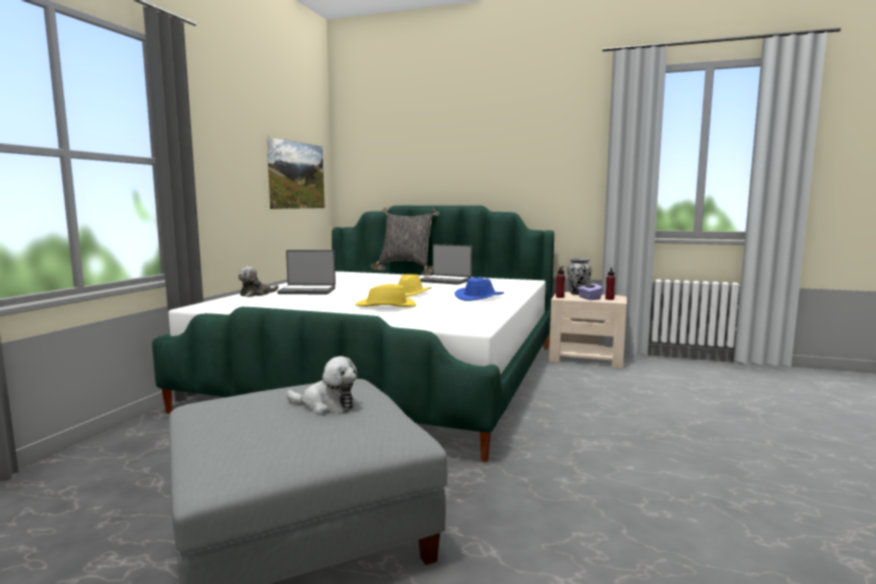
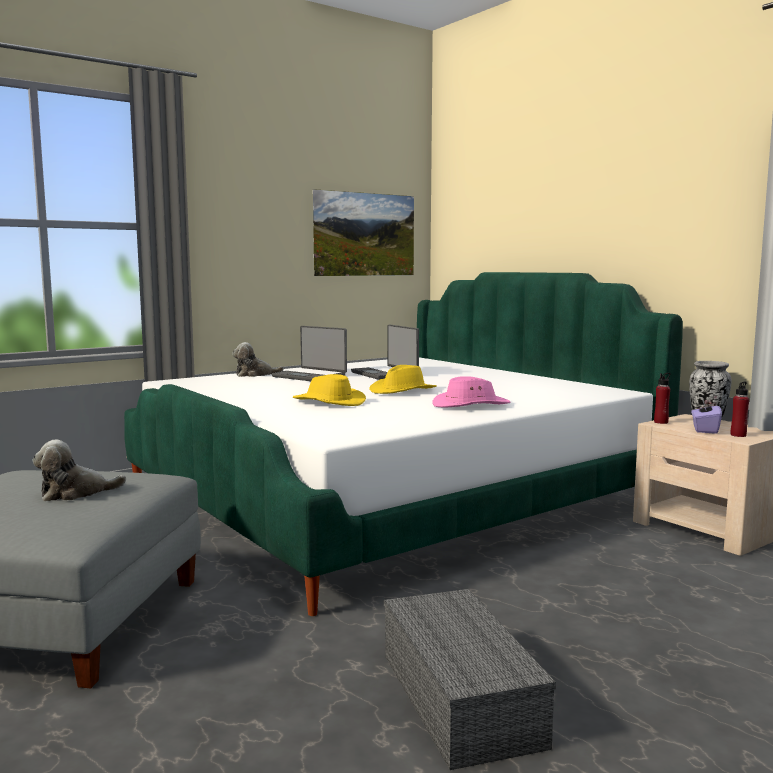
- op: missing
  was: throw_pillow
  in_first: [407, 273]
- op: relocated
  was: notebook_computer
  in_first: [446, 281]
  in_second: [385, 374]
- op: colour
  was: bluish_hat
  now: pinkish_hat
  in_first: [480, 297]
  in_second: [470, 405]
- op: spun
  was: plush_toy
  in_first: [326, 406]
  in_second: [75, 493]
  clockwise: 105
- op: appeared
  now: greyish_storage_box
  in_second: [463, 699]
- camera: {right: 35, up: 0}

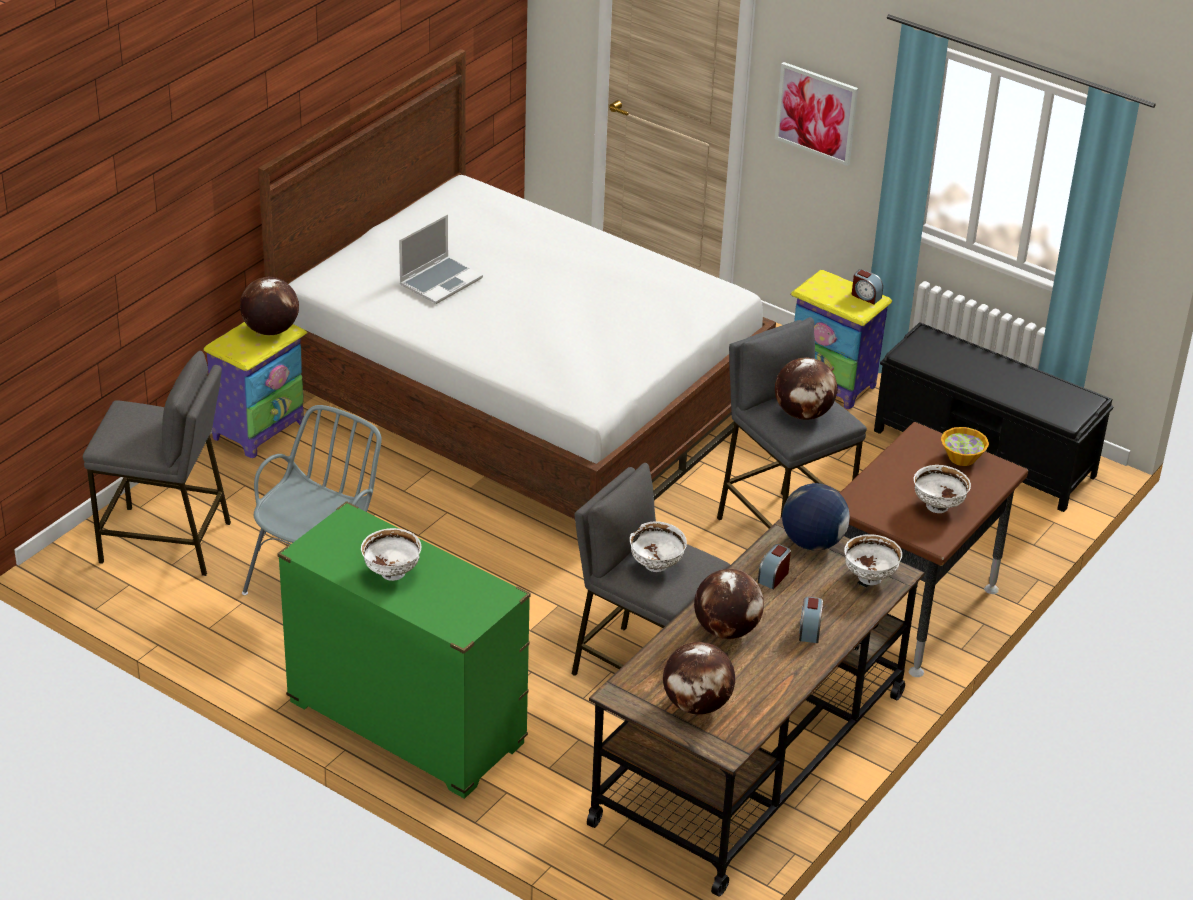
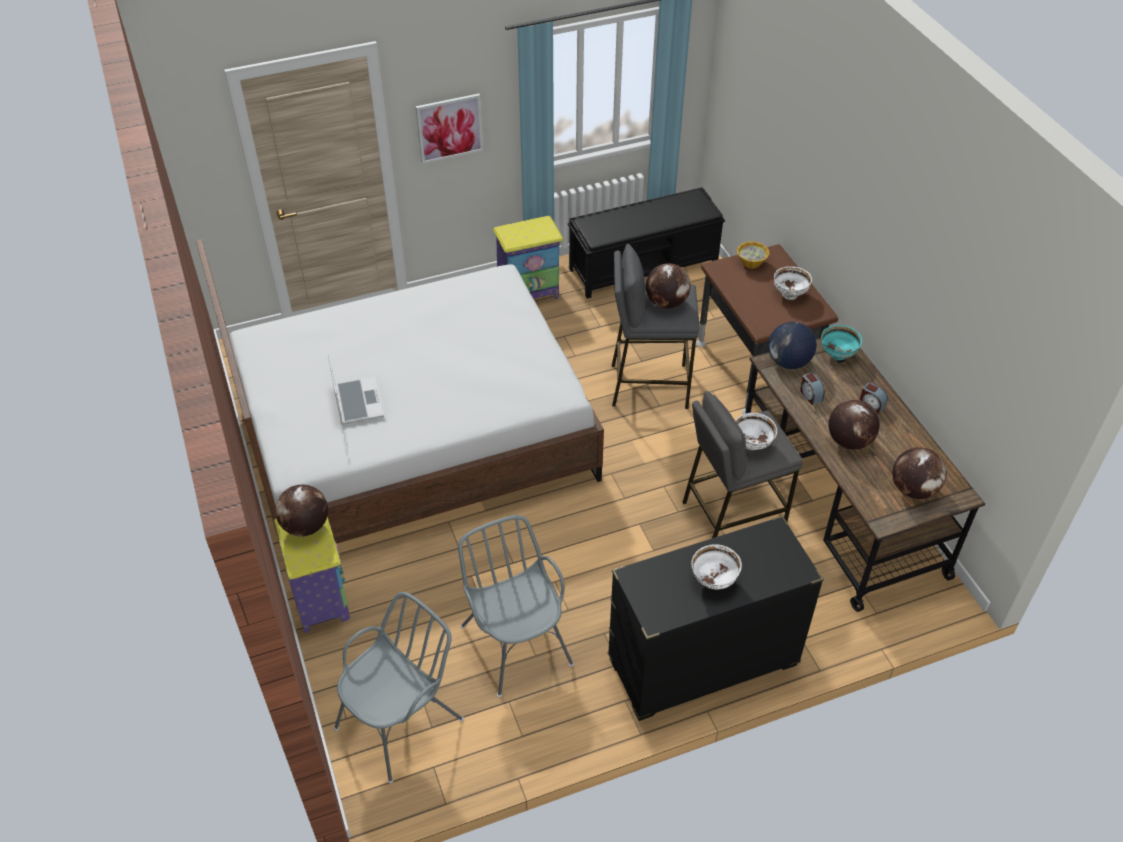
- op: missing
  was: bedside_clock
  in_first: [865, 296]
- op: exchanged
  was: greyish_sitting_stool
  now: greyish_plain_chair
  in_first: [166, 542]
  in_second: [402, 719]
- op: colour
  was: green-coloured_chest_of_drawers
  now: black-coloured_chest_of_drawers
  in_first: [405, 723]
  in_second: [702, 663]
- op: colour
  was: white_bowl
  now: turquoise_bowl
  in_first: [869, 577]
  in_second: [837, 355]
- camera: {right: -55, up: 10}

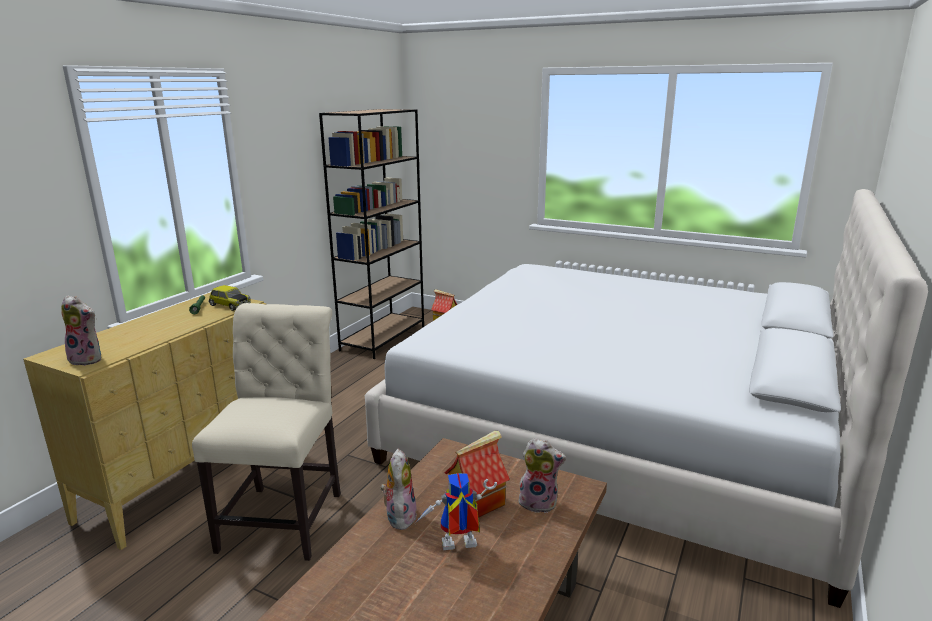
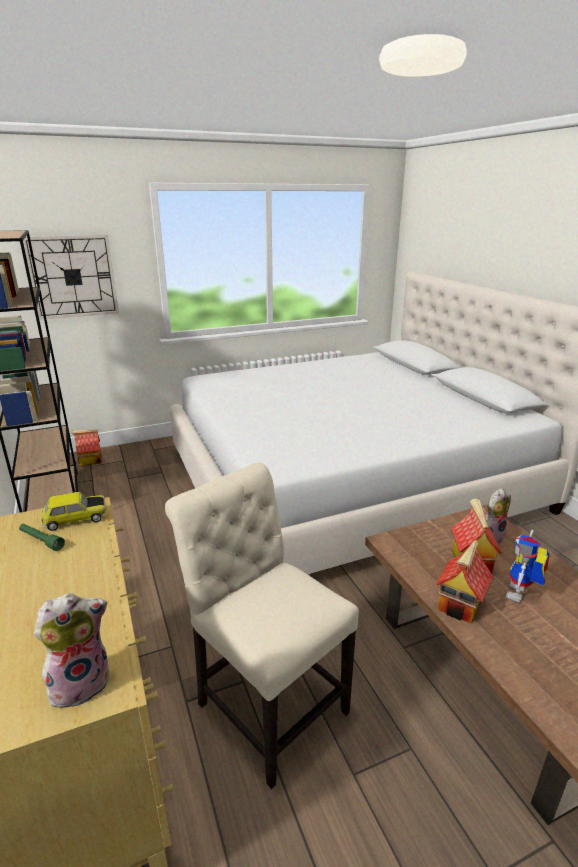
- op: exchanged
  was: plush_toy
  now: miniature_house
  in_first: [399, 516]
  in_second: [460, 605]
- op: appeared
  now: hanging_clock
  in_second: [72, 277]
- camera: {right: -50, up: 5}

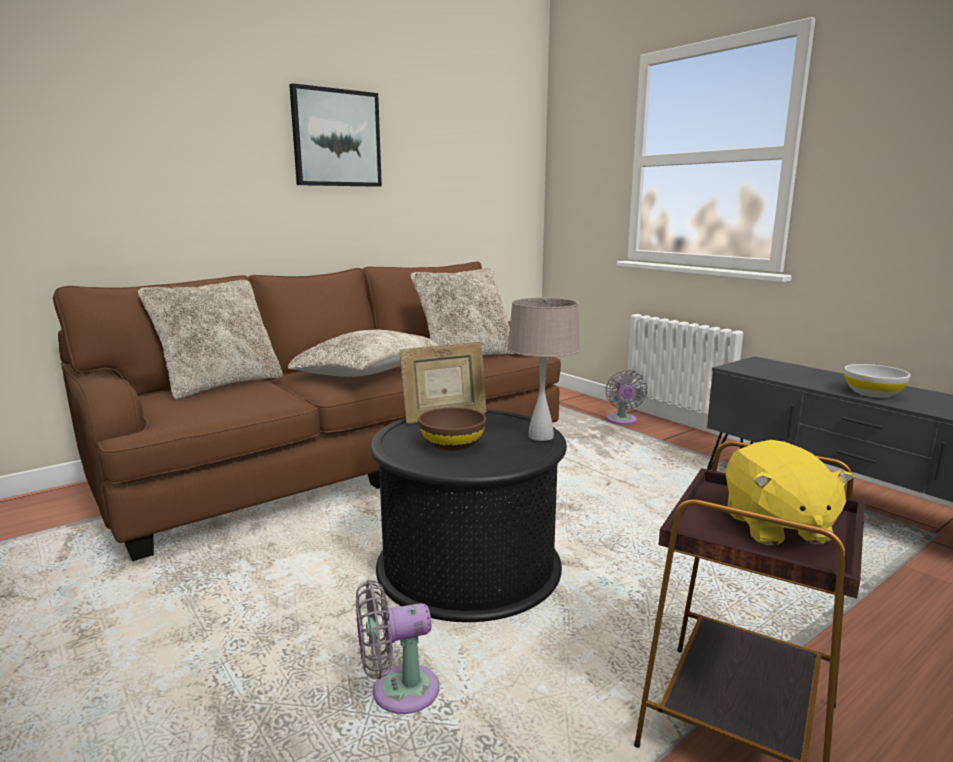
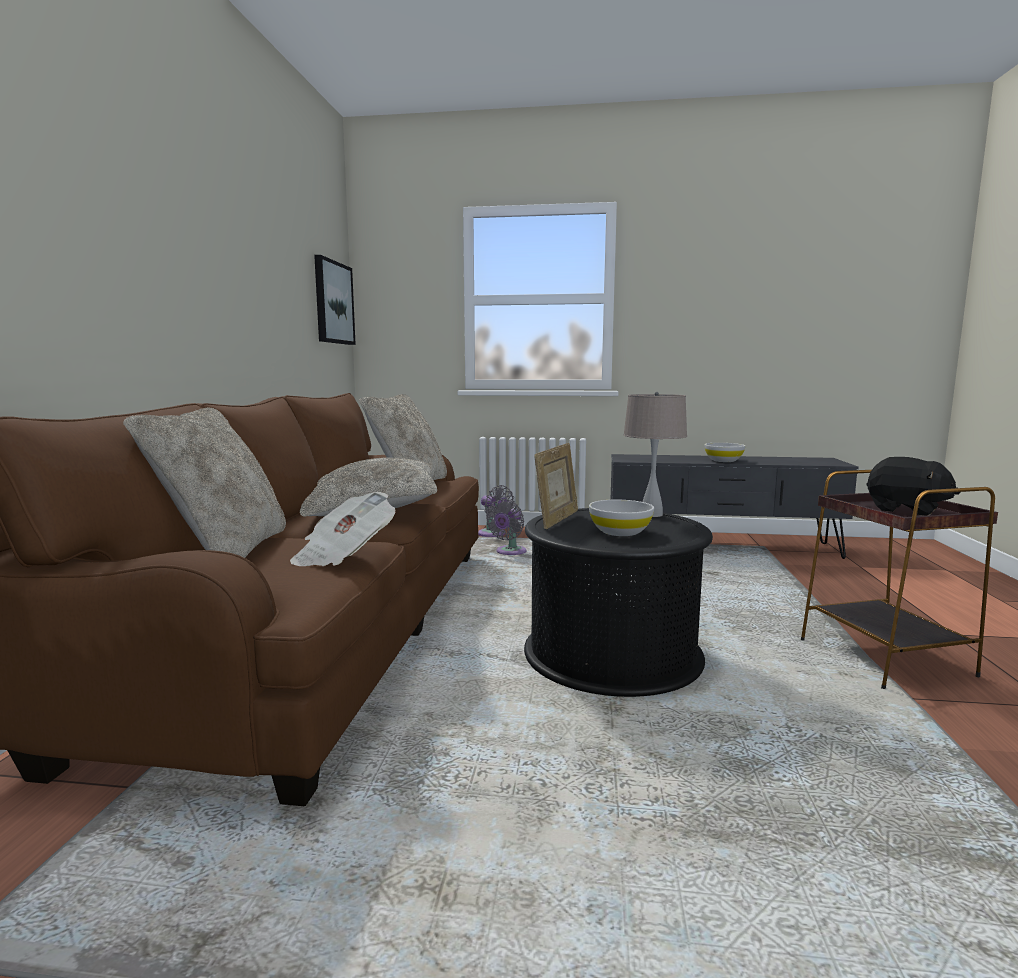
- op: relocated
  was: wall_picture
  in_first: [336, 138]
  in_second: [333, 303]
- op: colour
  was: brown-coloured_bowl
  now: white_bowl
  in_first: [452, 444]
  in_second: [620, 532]
- op: colour
  was: yellowish_plush_toy
  now: black-coloured_plush_toy
  in_first: [775, 527]
  in_second: [906, 510]
- op: relocated
  was: greyish_fan
  in_first: [397, 692]
  in_second: [509, 552]
- op: appeared
  now: newspaper
  in_second: [344, 556]
- camera: {right: -45, up: -5}

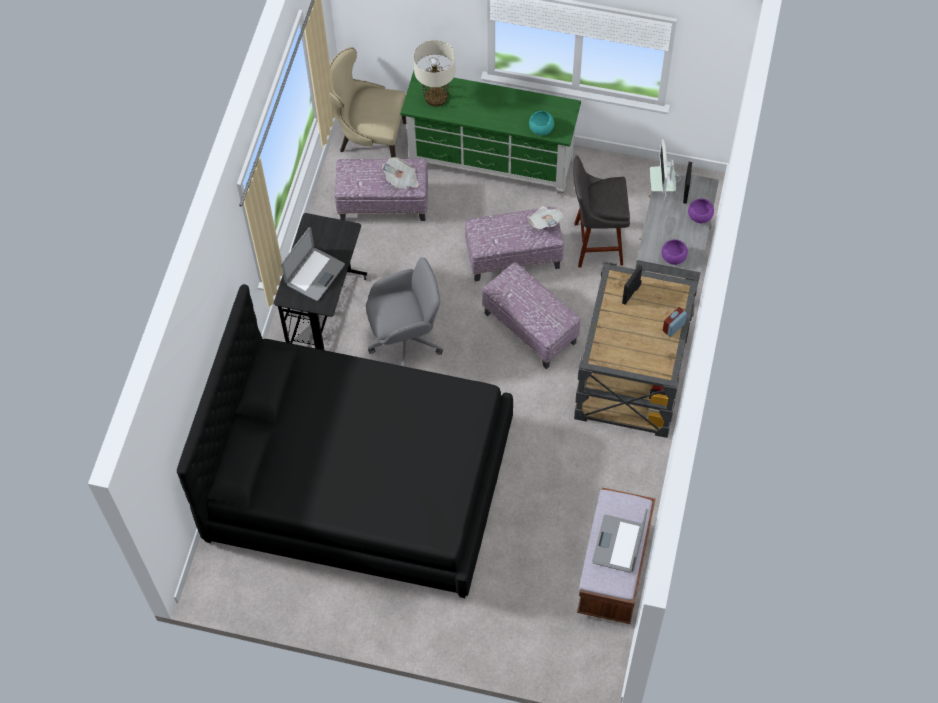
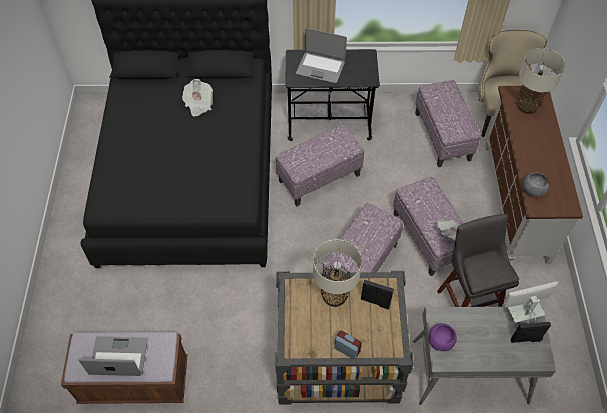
- op: colour
  was: green-coloured_chest_of_drawers
  now: brown-coloured_chest_of_drawers
  in_first: [491, 165]
  in_second: [514, 202]
- op: colour
  was: turquoise_bowl
  now: greyish_bowl
  in_first: [541, 128]
  in_second: [533, 190]
- op: relocated
  was: newspaper
  in_first: [401, 180]
  in_second: [198, 104]
- op: missing
  was: purple-coloured_bowl
  in_first: [700, 216]
- op: exchanged
  was: greyish_desk_chair
  now: footrest
  in_first: [406, 342]
  in_second: [319, 178]
- op: appeared
  now: tabletop_lamp
  in_second: [334, 295]
- camera: {right: 75, up: -5}

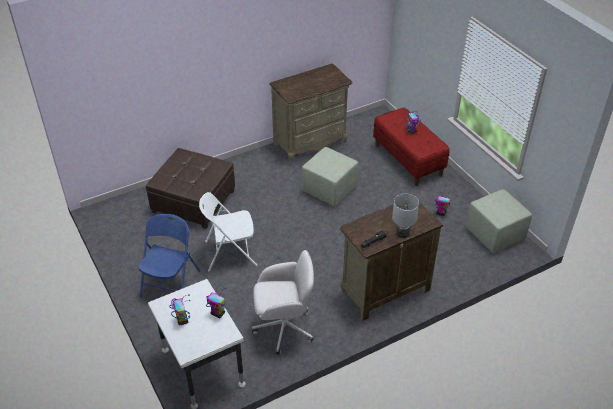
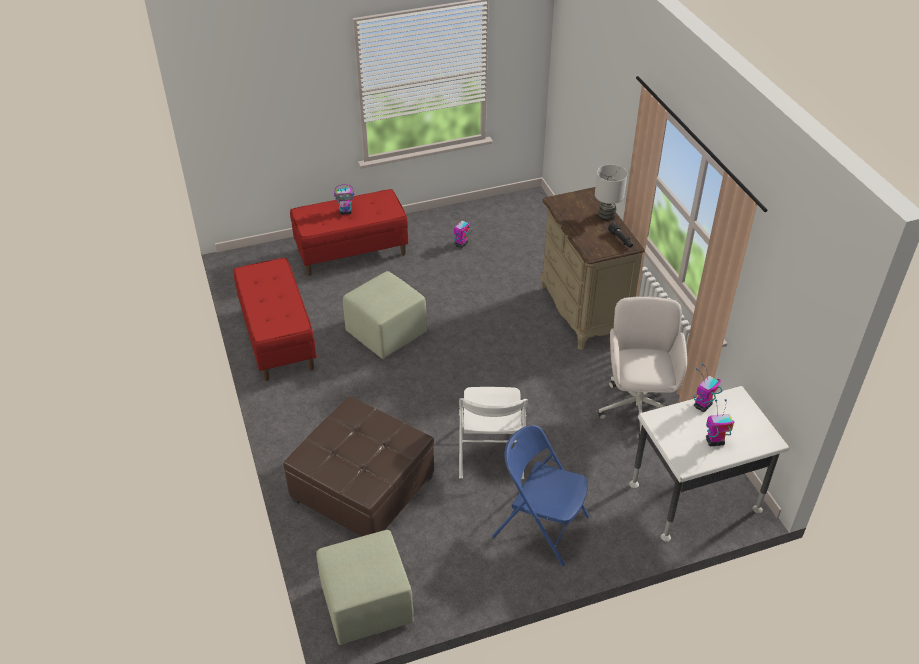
- op: exchanged
  was: beige_chest_of_drawers
  now: reddish_bench
  in_first: [311, 144]
  in_second: [277, 338]
- op: relocated
  was: green-coloured_footrest
  in_first: [495, 234]
  in_second: [367, 604]
- camera: {right: -80, up: 0}

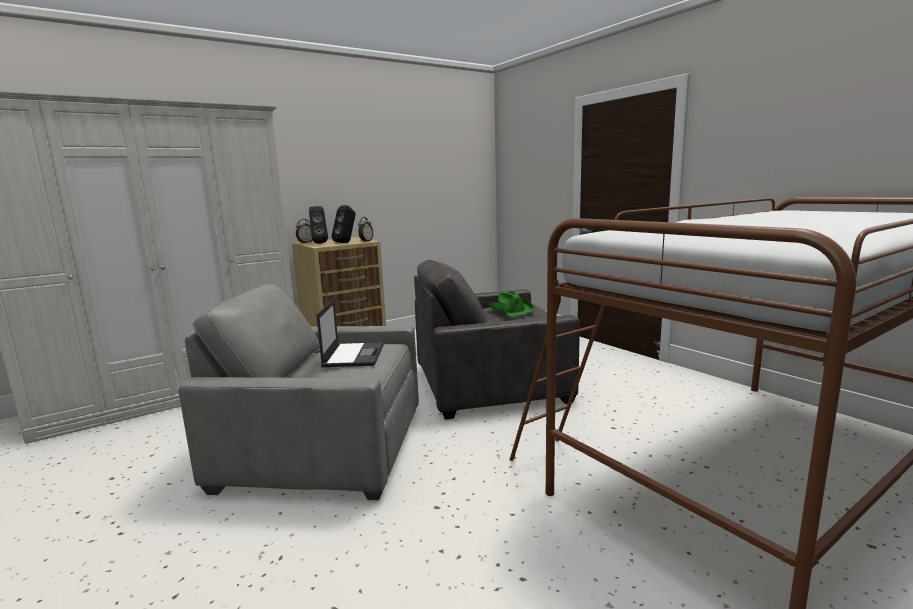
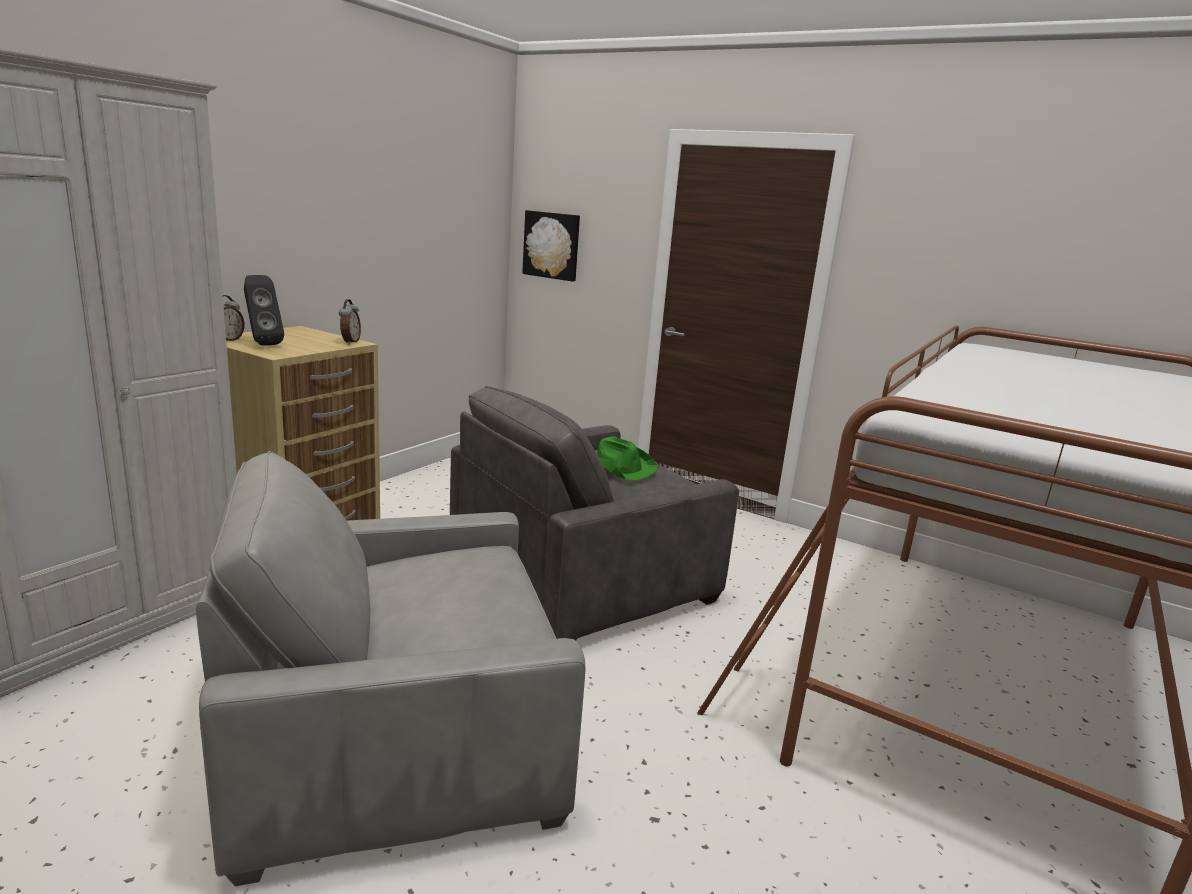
- op: missing
  was: black-coloured_speaker
  in_first: [346, 242]
- op: missing
  was: notebook_computer
  in_first: [354, 355]
- op: appeared
  now: wall_picture
  in_second: [552, 245]
- camera: {right: -25, up: 5}

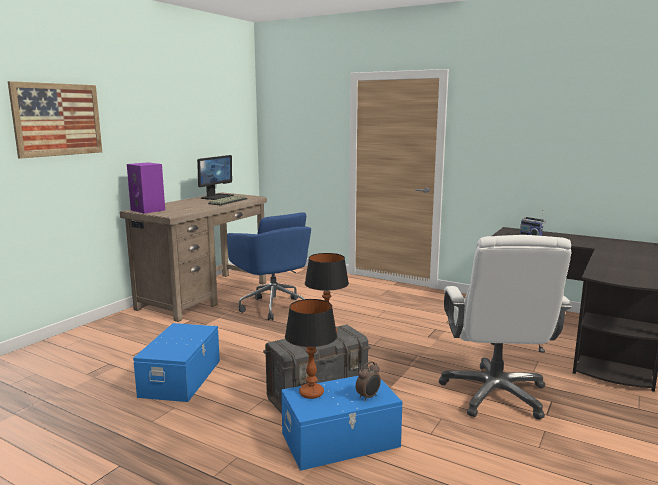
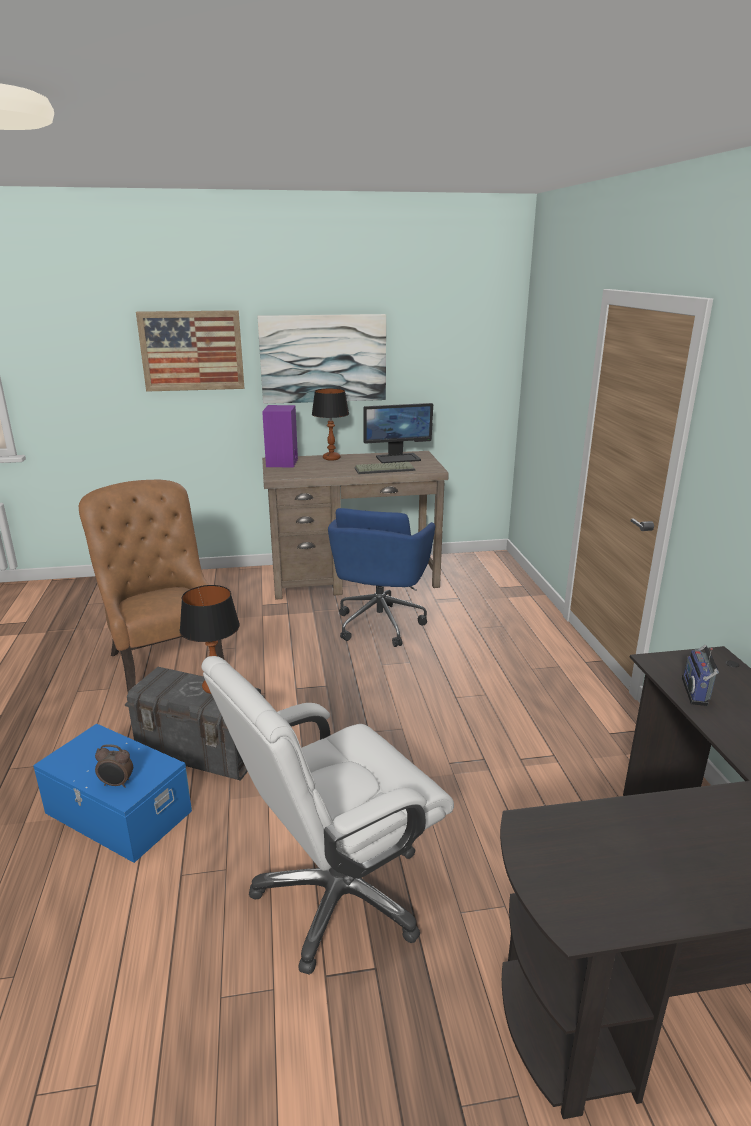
- op: relocated
  was: tabletop_lamp
  in_first: [311, 393]
  in_second: [331, 458]
- op: exchanged
  was: bluish_storage_box
  now: brown-coloured_plain_chair
  in_first: [182, 378]
  in_second: [165, 663]
- op: appeared
  now: wall_picture
  in_second: [323, 358]
- camera: {right: 50, up: 10}

